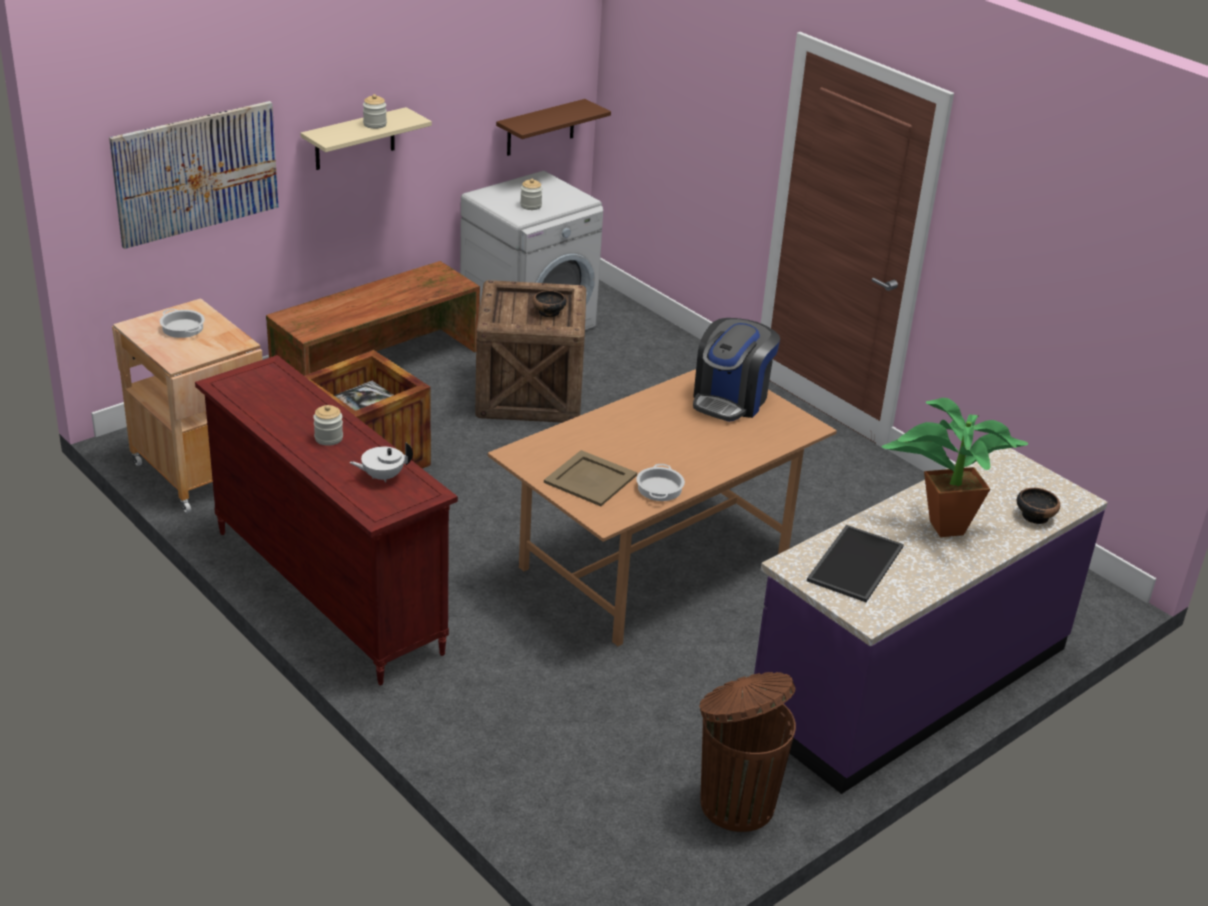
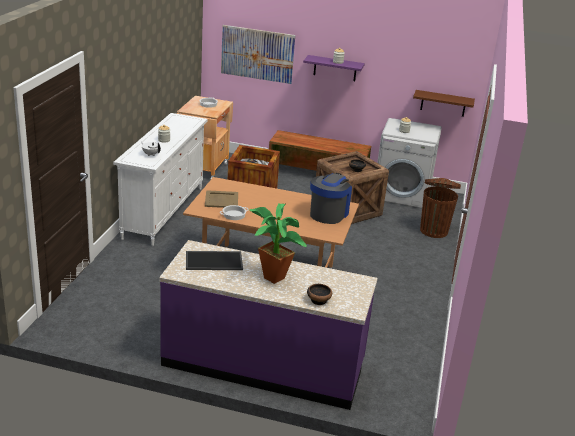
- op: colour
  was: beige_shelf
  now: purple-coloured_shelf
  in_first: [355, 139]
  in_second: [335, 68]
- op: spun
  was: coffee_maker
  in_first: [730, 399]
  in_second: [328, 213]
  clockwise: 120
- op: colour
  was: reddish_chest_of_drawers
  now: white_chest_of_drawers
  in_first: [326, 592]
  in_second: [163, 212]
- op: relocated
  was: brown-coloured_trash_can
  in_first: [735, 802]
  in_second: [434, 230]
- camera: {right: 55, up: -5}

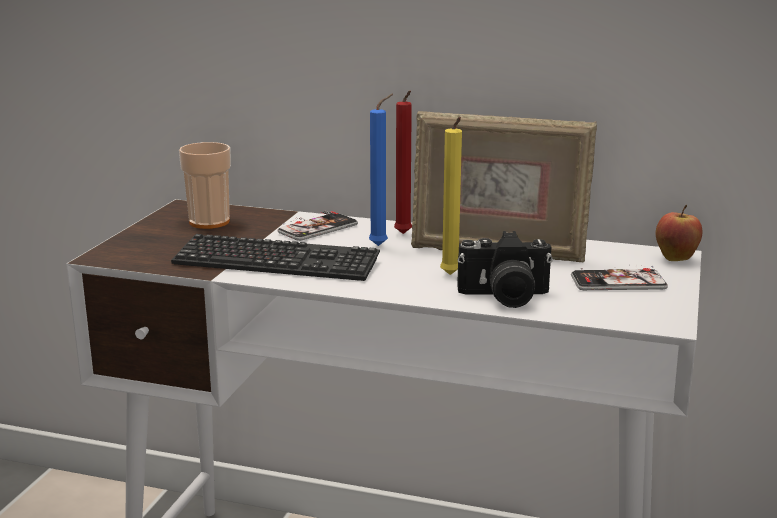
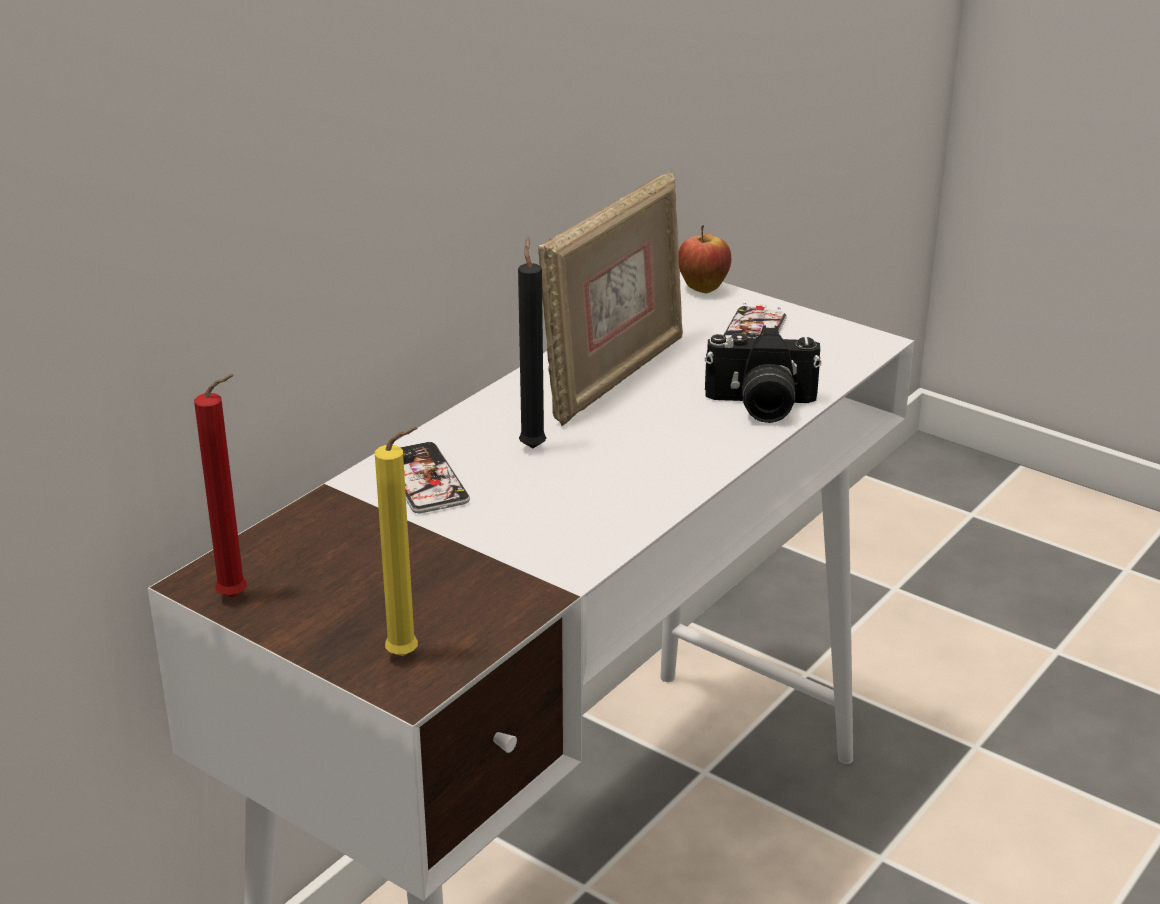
- op: relocated
  was: reddish_candle
  in_first: [404, 235]
  in_second: [238, 597]
- op: colour
  was: bluish_candle
  now: black-coloured_candle
  in_first: [381, 245]
  in_second: [532, 446]
- op: relocated
  was: yellowish_candle
  in_first: [451, 276]
  in_second: [407, 656]
- op: missing
  was: small_cup
  in_first: [209, 222]
- op: spun
  was: photo_camera
  in_first: [504, 297]
  in_second: [760, 406]
  clockwise: 75
- op: missing
  was: computer_keyboard
  in_first: [276, 262]
- camera: {right: -70, up: 10}

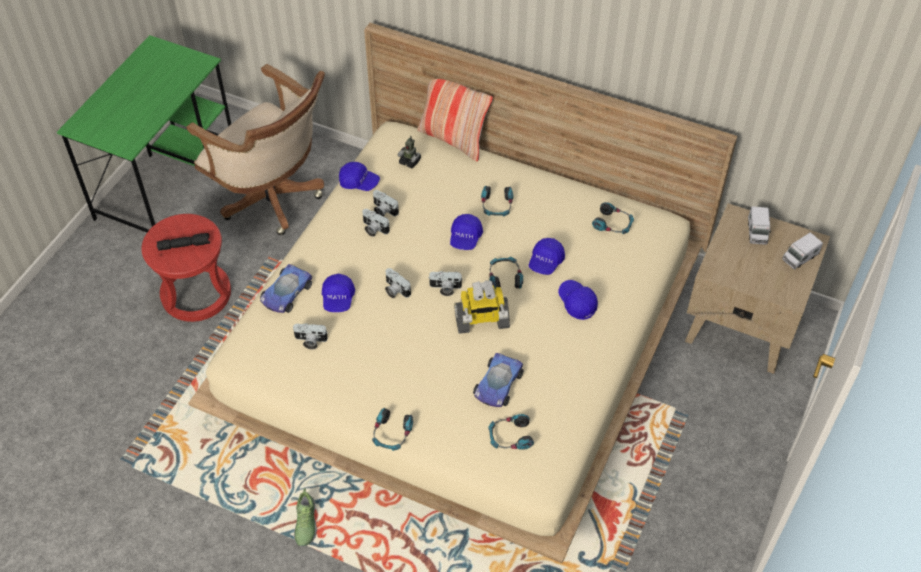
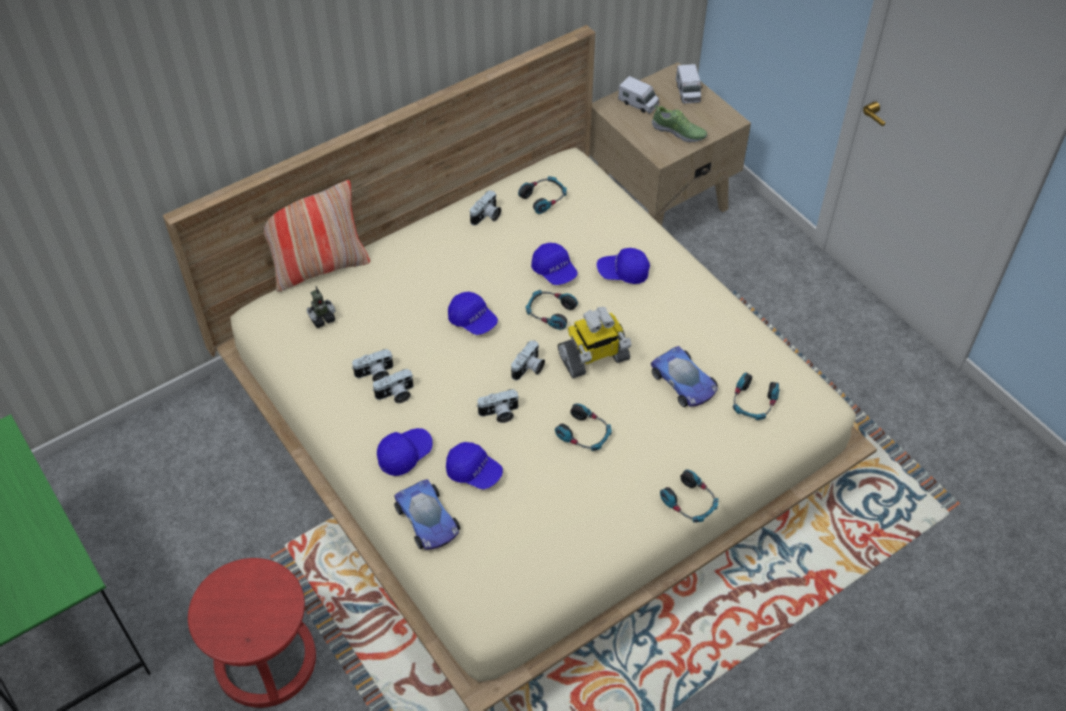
- op: missing
  was: desk_chair
  in_first: [274, 201]
- op: relocated
  was: bluish_cap
  in_first: [359, 182]
  in_second: [404, 455]
- op: relocated
  was: headphones
  in_first: [496, 205]
  in_second: [584, 434]
- op: missing
  was: black-coloured_torch
  in_first: [185, 245]
- op: spun
  was: model_robot
  in_first: [481, 320]
  in_second: [593, 358]
  clockwise: 45
- op: relocated
  was: photo_camera
  in_first: [310, 341]
  in_second: [487, 216]
- op: relocated
  was: low_shoe
  in_first: [305, 523]
  in_second: [679, 132]
- camera: {right: -60, up: 0}

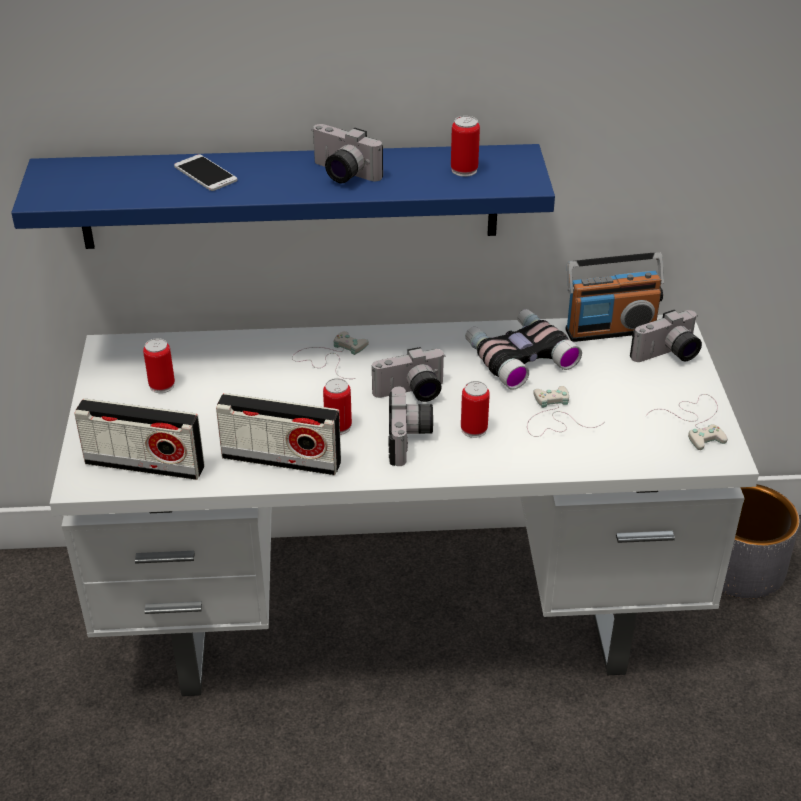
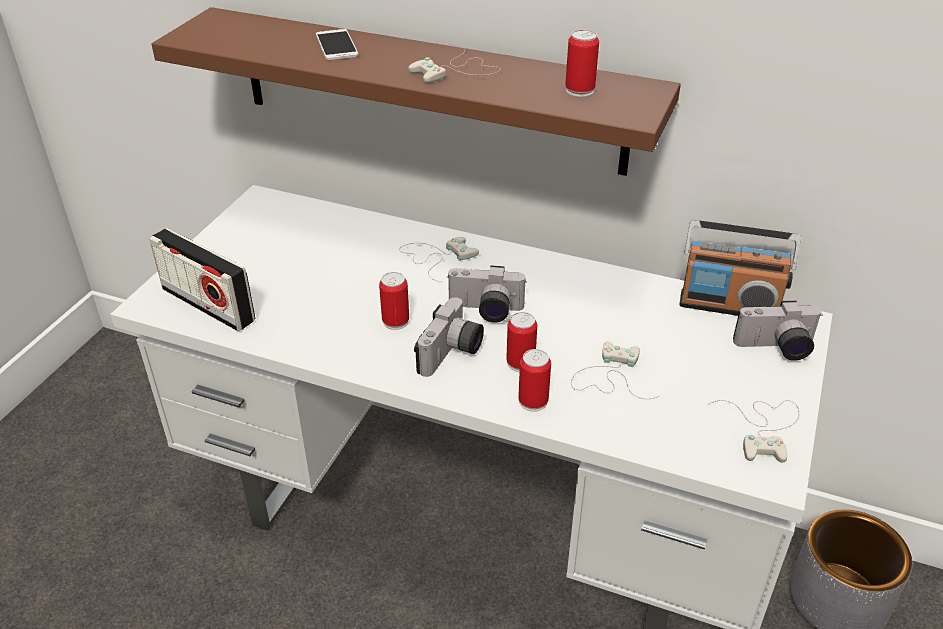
- op: exchanged
  was: photo_camera
  now: white_game_controller
  in_first: [341, 174]
  in_second: [456, 70]
- op: colour
  was: bluish_shelf
  now: brown-coloured_shelf
  in_first: [289, 196]
  in_second: [428, 90]
- op: missing
  was: pair_of_binoculars
  in_first: [519, 356]
- op: relocated
  was: metal_can
  in_first: [162, 385]
  in_second: [533, 401]
- op: missing
  was: radio
  in_first: [281, 459]
- camera: {right: 25, up: 0}

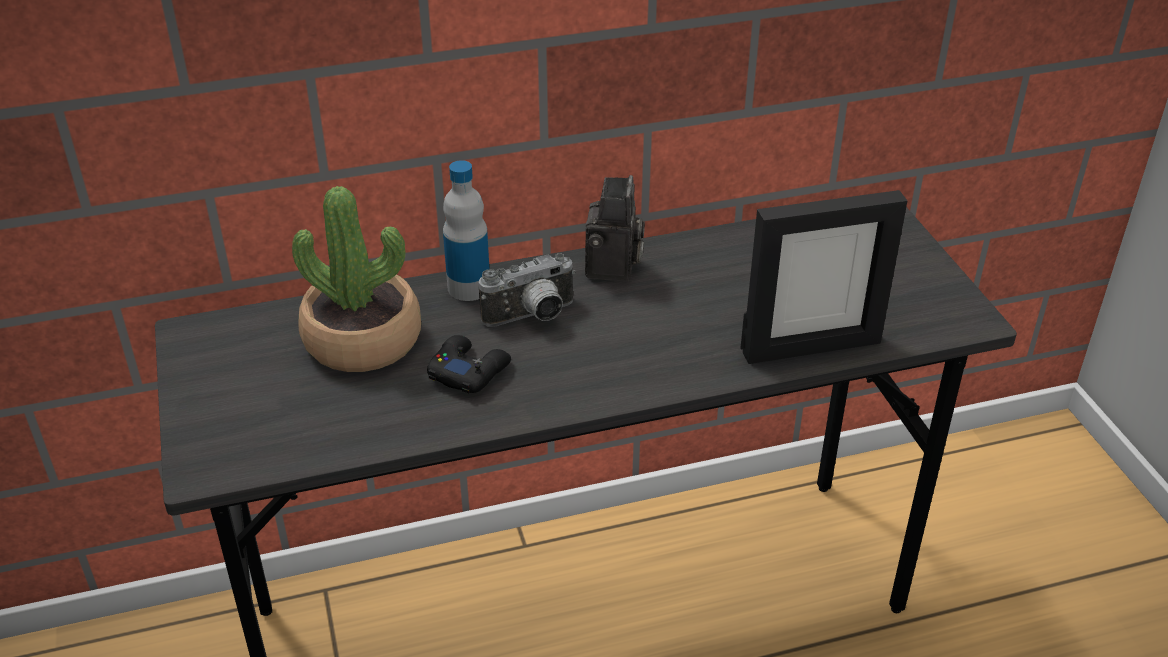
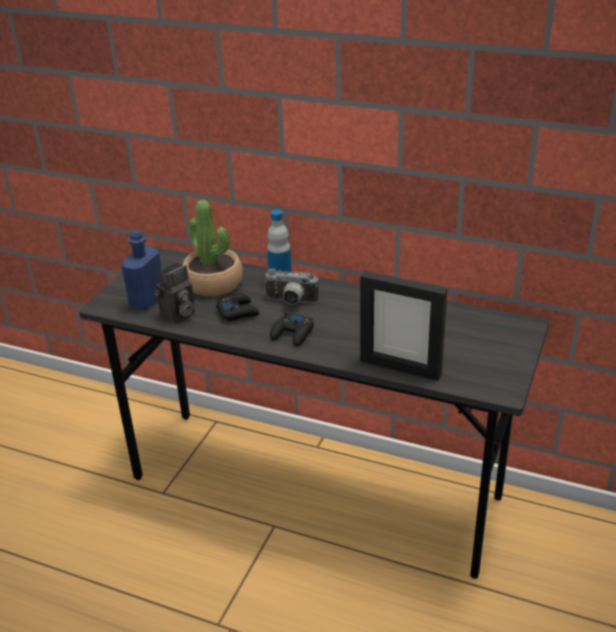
- op: relocated
  was: photo_camera
  in_first: [613, 269]
  in_second: [177, 315]
- op: appeared
  now: bluish_bottle
  in_second: [147, 300]
- op: appeared
  now: black-coloured_game_controller
  in_second: [293, 334]
- camera: {right: 40, up: -5}

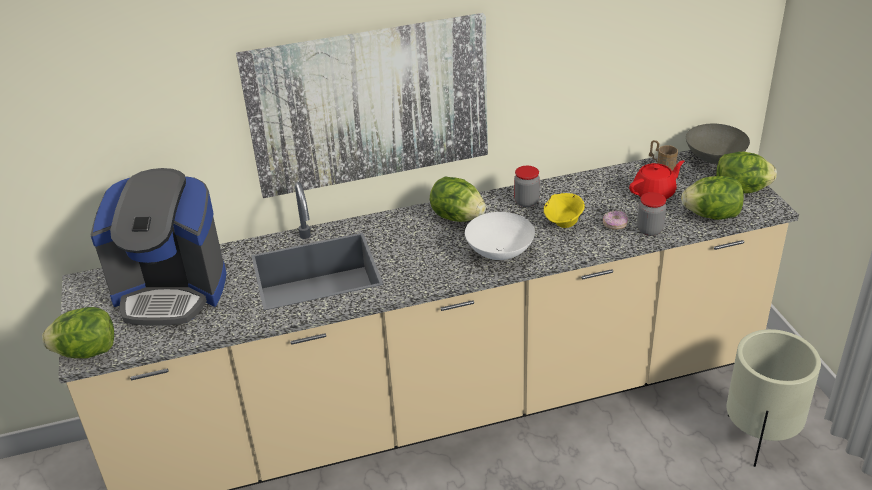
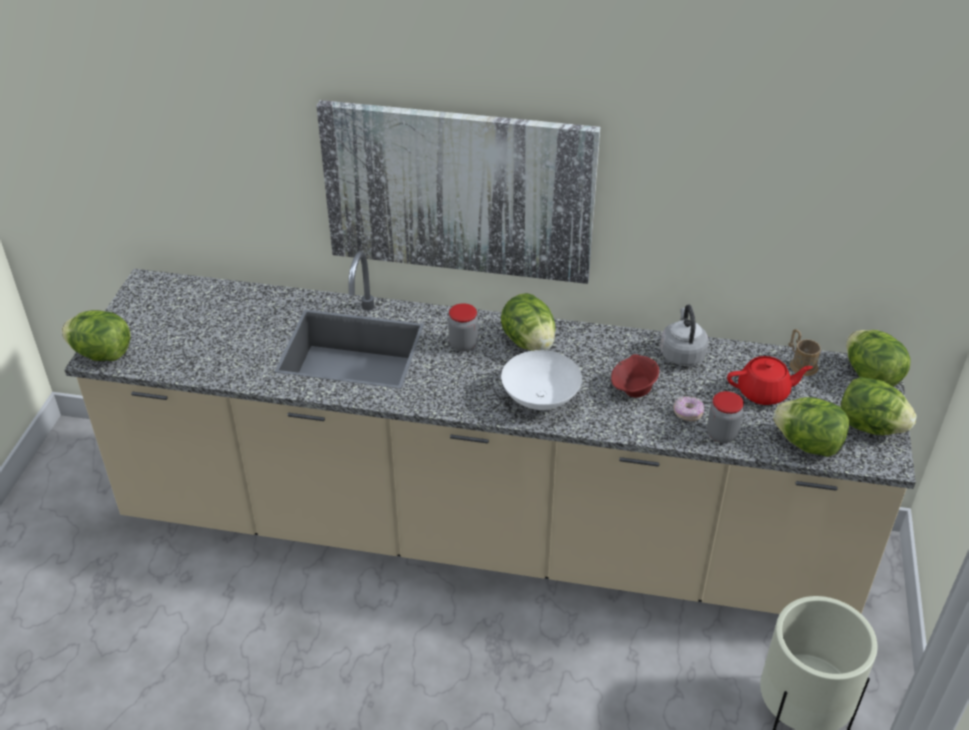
- op: exchanged
  was: greyish_bowl
  now: head_of_lettuce
  in_first: [714, 159]
  in_second: [871, 376]
- op: relocated
  was: preserve_jar
  in_first: [526, 202]
  in_second: [463, 344]
- op: missing
  was: coffee_maker
  in_first: [171, 291]
- op: colour
  was: yellowish_bowl
  now: reddish_bowl
  in_first: [563, 223]
  in_second: [633, 391]
- op: appeared
  now: greyish_water_kettle
  in_second: [681, 353]
- camera: {right: 25, up: 5}

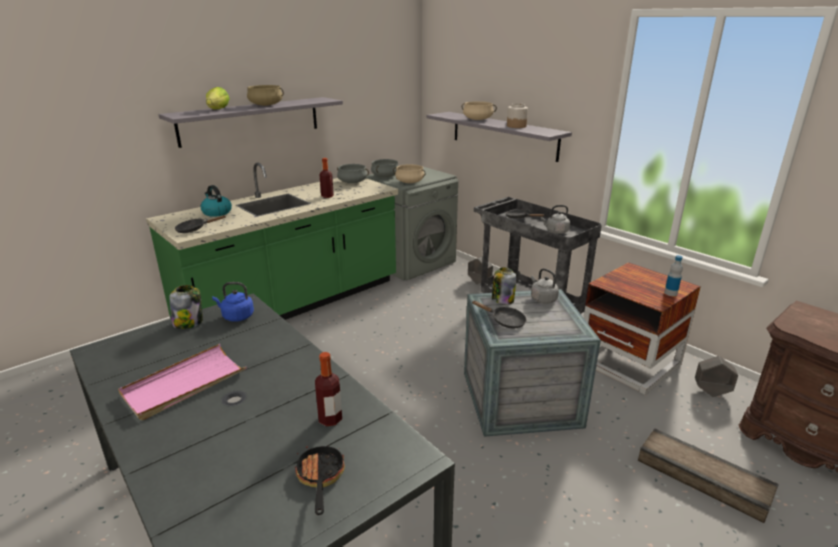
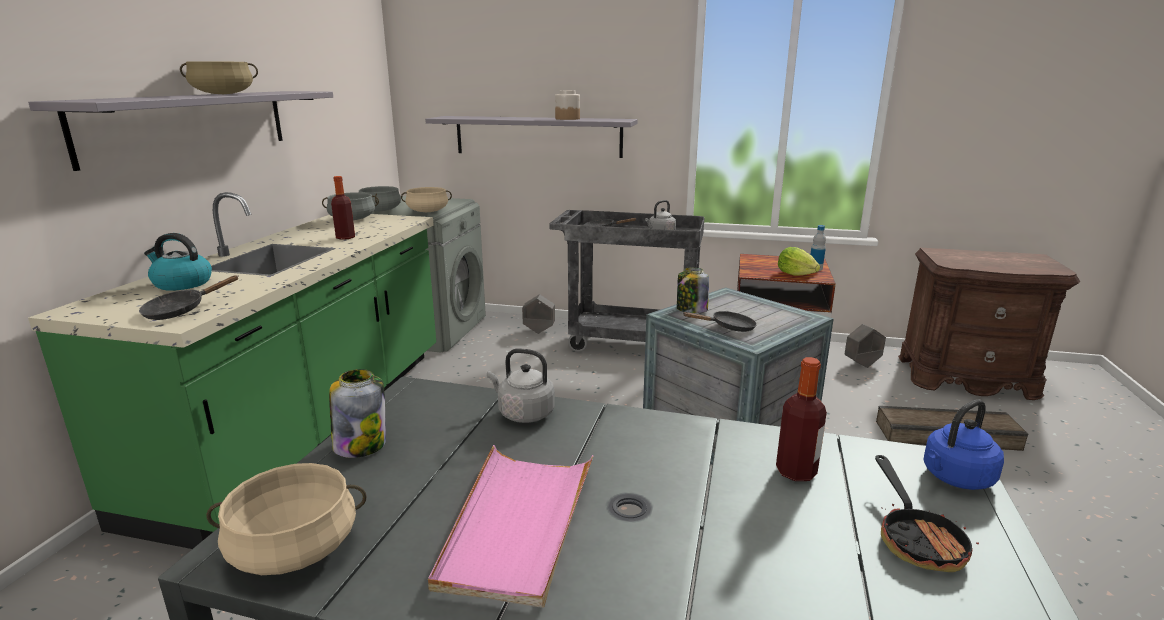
- op: relocated
  was: head_of_lettuce
  in_first: [218, 109]
  in_second: [796, 274]
- op: relocated
  was: beige_stockpot
  in_first: [478, 119]
  in_second: [295, 548]
- op: relocated
  was: greyish_water_kettle
  in_first: [542, 299]
  in_second: [523, 413]
- op: relocated
  was: bluish_water_kettle
  in_first: [236, 316]
  in_second: [955, 478]
- op: spun
  was: frying_pan
  in_first: [320, 478]
  in_second: [916, 538]
  clockwise: -135
- camera: {right: -35, up: -5}

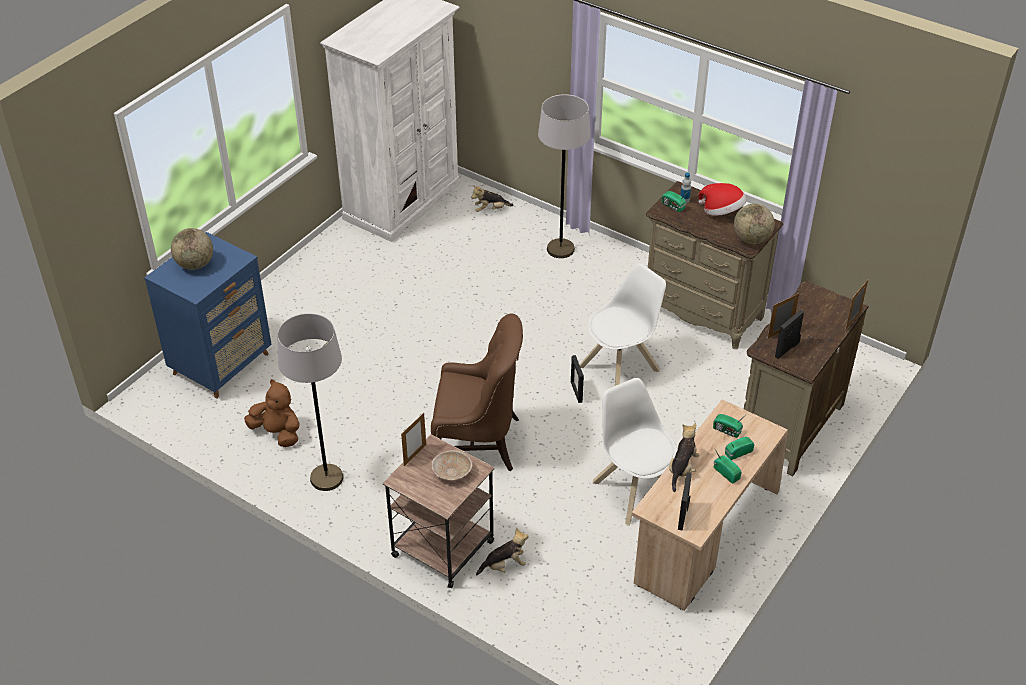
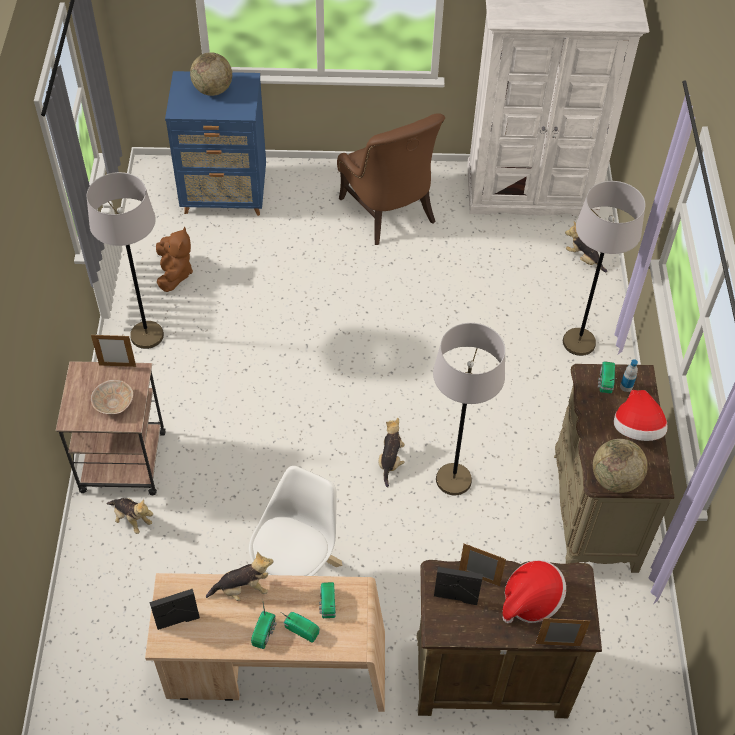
- op: exchanged
  was: white_plain_chair
  now: greyish_standing_lamp
  in_first: [621, 367]
  in_second: [453, 480]
- op: relocated
  was: brown-coloured_plain_chair
  in_first: [478, 441]
  in_second: [389, 211]
- op: exchanged
  was: picture_frame
  now: plush_toy
  in_first: [577, 392]
  in_second: [390, 460]
- op: appeared
  now: hat
  in_second: [530, 600]
- camera: {right: 55, up: 10}

